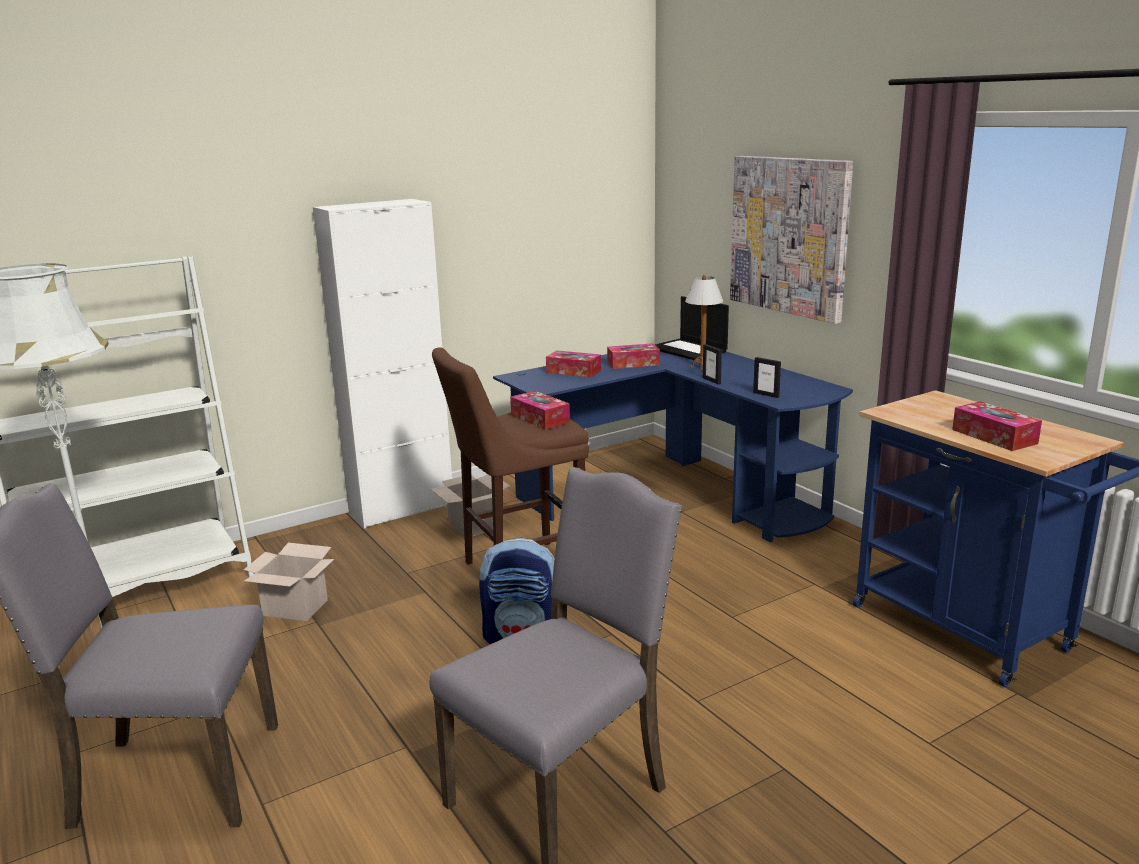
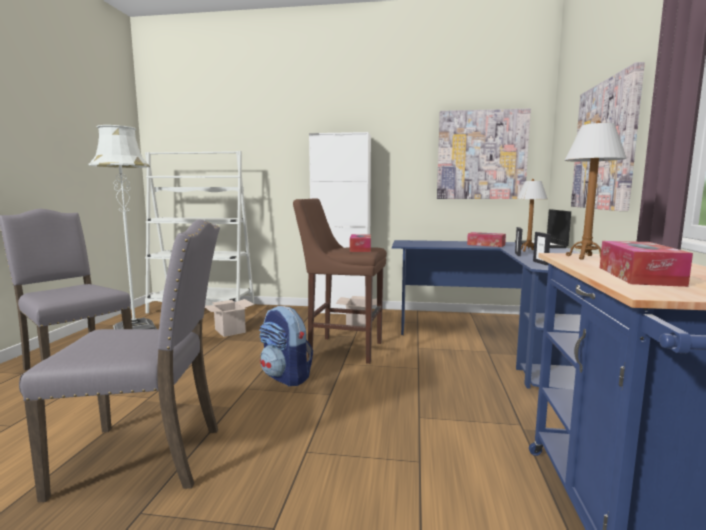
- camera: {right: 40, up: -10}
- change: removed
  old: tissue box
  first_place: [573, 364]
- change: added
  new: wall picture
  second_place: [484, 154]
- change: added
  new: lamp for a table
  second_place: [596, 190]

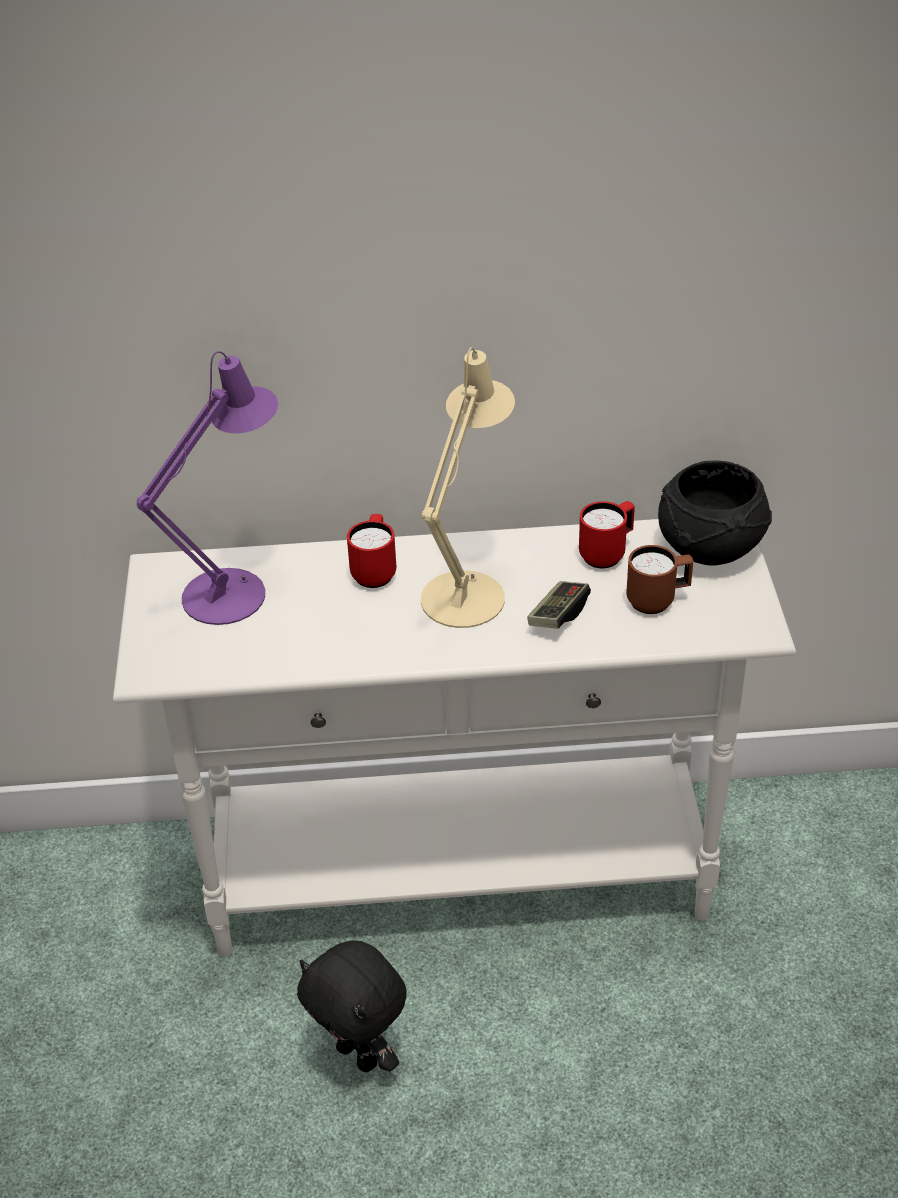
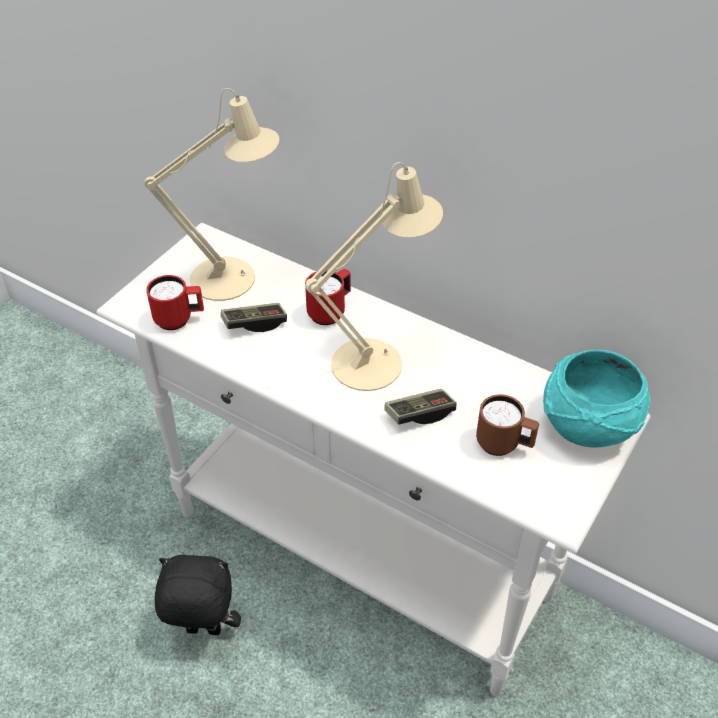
- camera: {right: 35, up: 5}
- change: recoloured
  old: lamp for a table/purple-coloured
  new: lamp for a table/sand-coloured
  first_place: [207, 488]
  second_place: [212, 194]
- change: turned
  old: soft toy/black
  first_place: [352, 1006]
  second_place: [198, 595]
  degrees: 105
- change: moved
  old: tea mug/reddish
  first_place: [607, 534]
  second_place: [175, 302]
- change: recoloured
  old: deep dish/black
  new: deep dish/turquoise-coloured
  first_place: [715, 513]
  second_place: [596, 398]
- change: added
  new: game controller
  second_place: [254, 317]

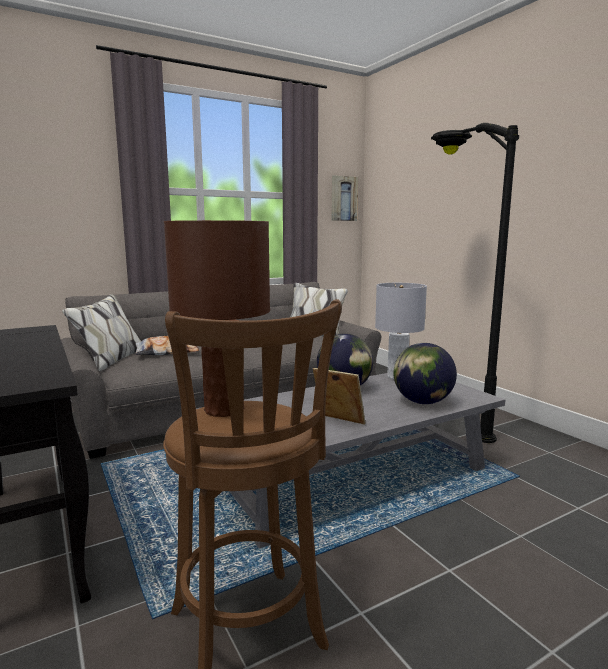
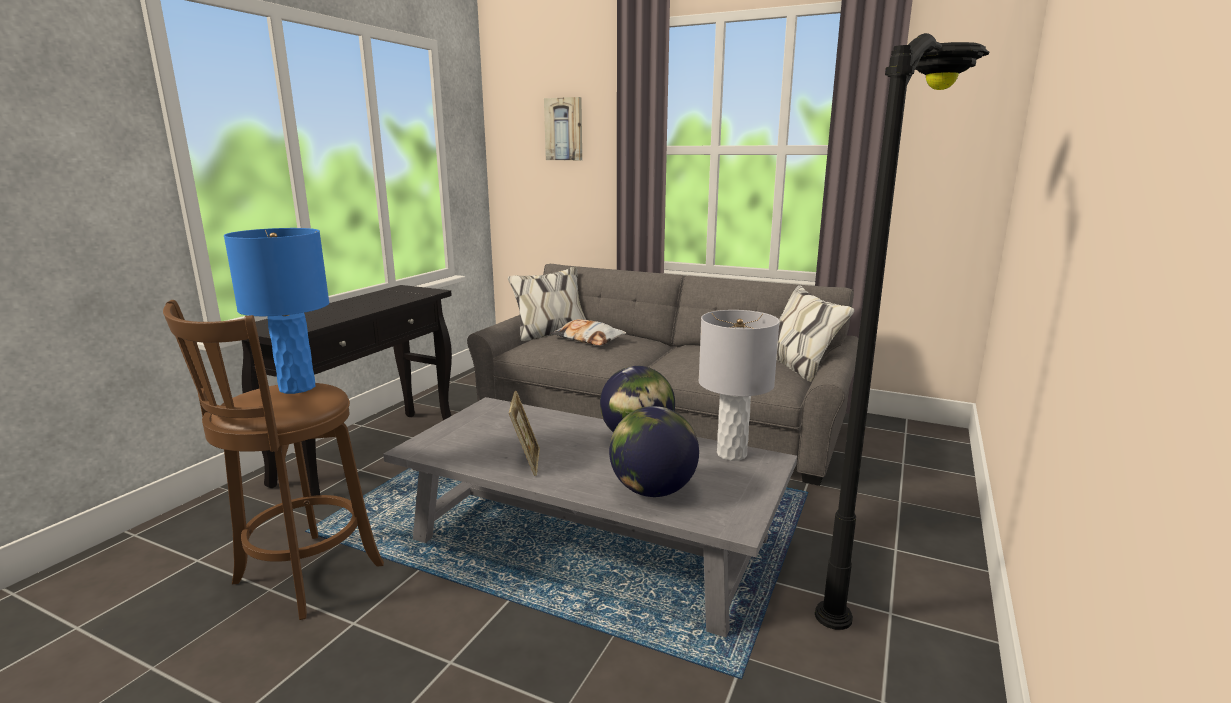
- camera: {right: 55, up: 5}
- change: recoloured
  old: lamp for a table/brownish
  new: lamp for a table/blue-coloured
  first_place: [217, 318]
  second_place: [276, 311]
- change: moved
  old: wall picture
  first_place: [345, 198]
  second_place: [563, 128]

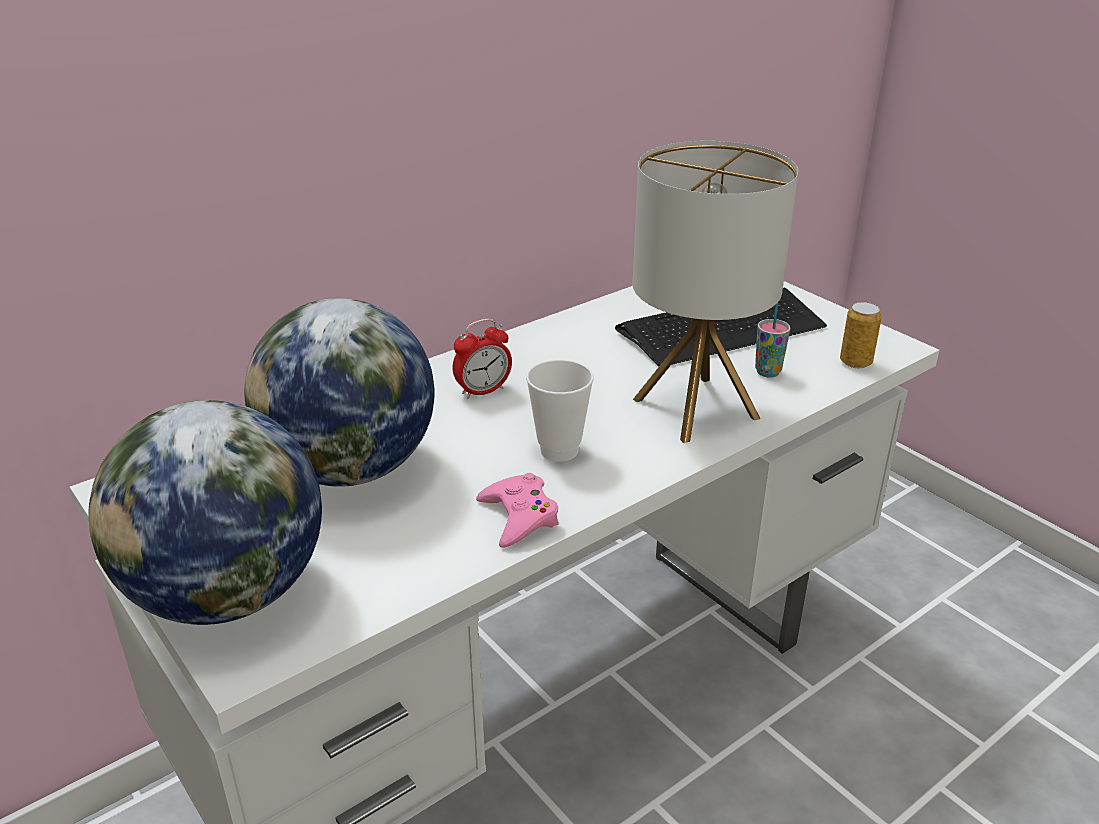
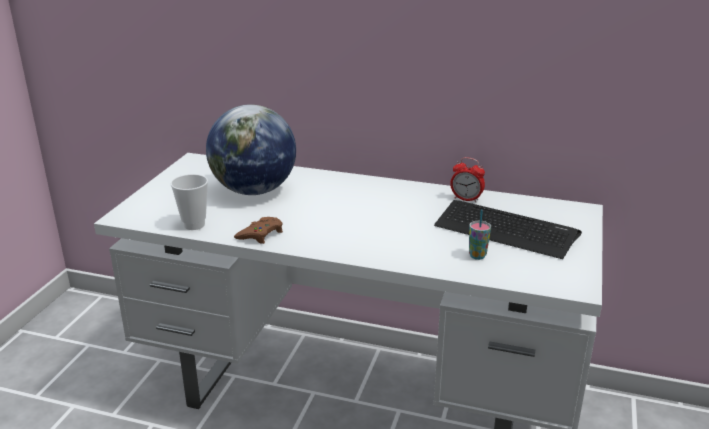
- camera: {right: 55, up: -5}
- change: removed
  old: world globe
  first_place: [205, 512]
- change: moved
  old: bedside clock
  first_place: [482, 359]
  second_place: [467, 180]
- change: recoloured
  old: game controller/pink-coloured
  new: game controller/brownish
  first_place: [517, 510]
  second_place: [258, 230]
- change: moved
  old: small cup
  first_place: [560, 410]
  second_place: [189, 202]
- change: removed
  old: lamp for a table
  first_place: [715, 292]
- change: removed
  old: sealed can
  first_place: [861, 335]

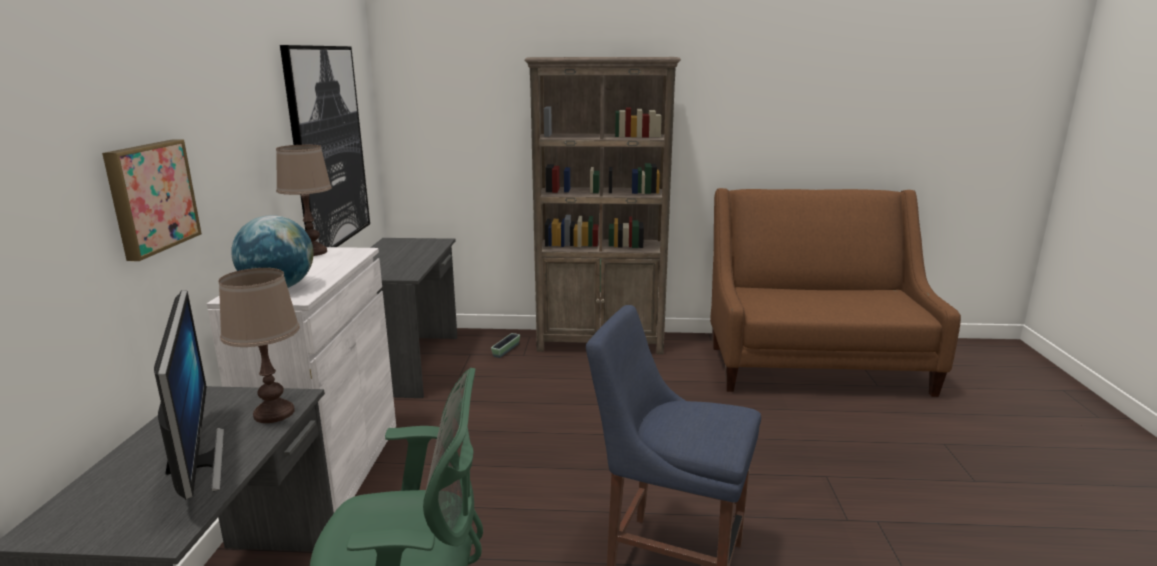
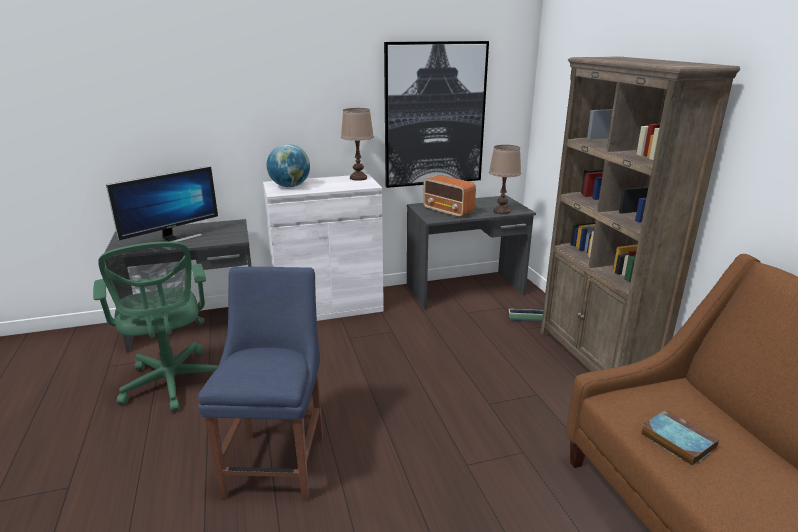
- camera: {right: 70, up: 5}
- change: removed
  old: wall picture
  first_place: [152, 200]
- change: moved
  old: lamp for a table/brownish
  first_place: [259, 345]
  second_place: [505, 179]
- change: added
  new: radio receiver
  second_place: [449, 196]
- change: added
  new: bound book
  second_place: [680, 438]

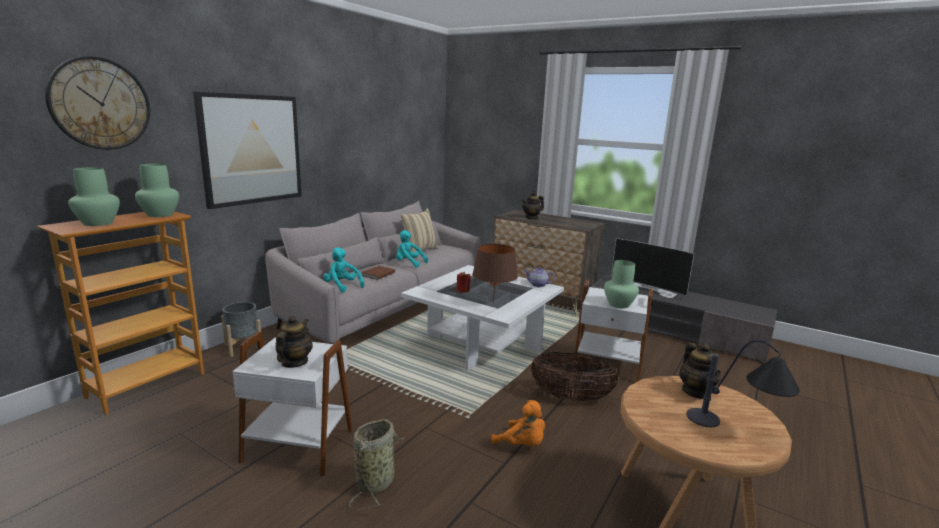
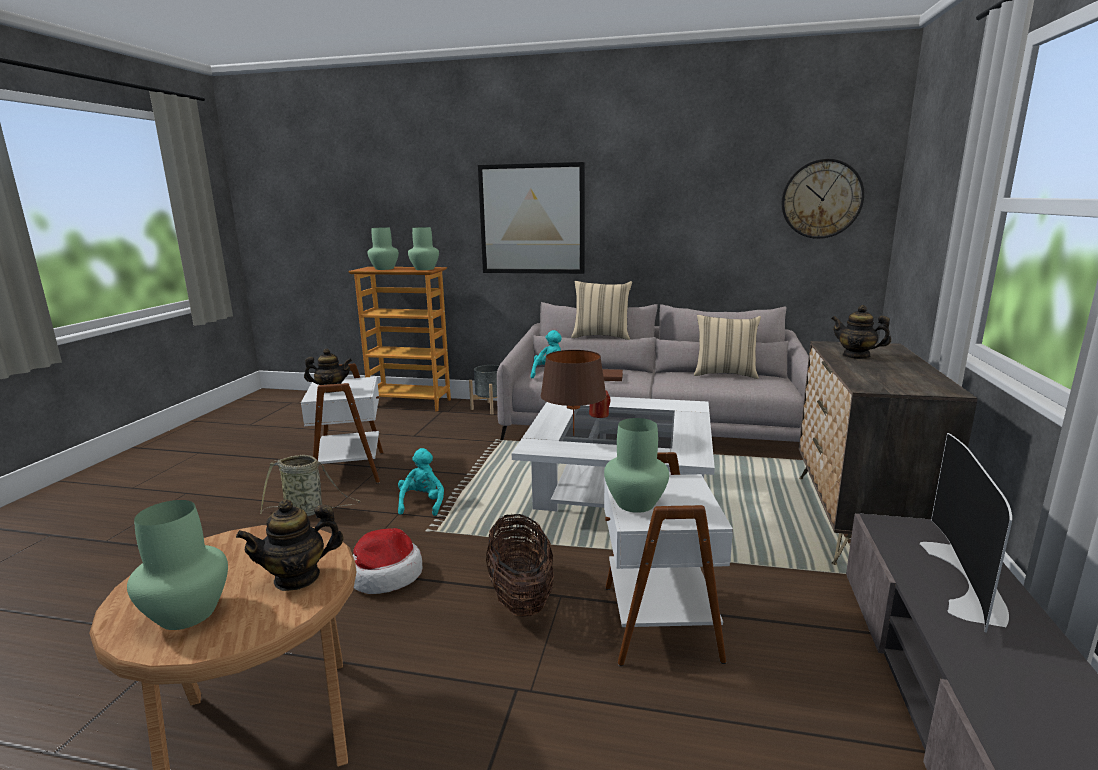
- camera: {right: 70, up: 0}
- change: moved
  old: hanging clock
  first_place: [97, 103]
  second_place: [823, 199]
- change: moved
  old: soft toy/turquoise-coloured
  first_place: [412, 248]
  second_place: [421, 482]
- change: replaced
  old: soft toy/orangey
  new: clothing hat
  first_place: [518, 423]
  second_place: [388, 561]
- change: removed
  old: tea pot
  first_place: [539, 277]
- change: replaced
  old: lamp for a table
  new: decorative vase/green-coloured
  first_place: [743, 383]
  second_place: [177, 565]
- change: added
  new: throw pillow/sand-coloured
  second_place: [601, 310]

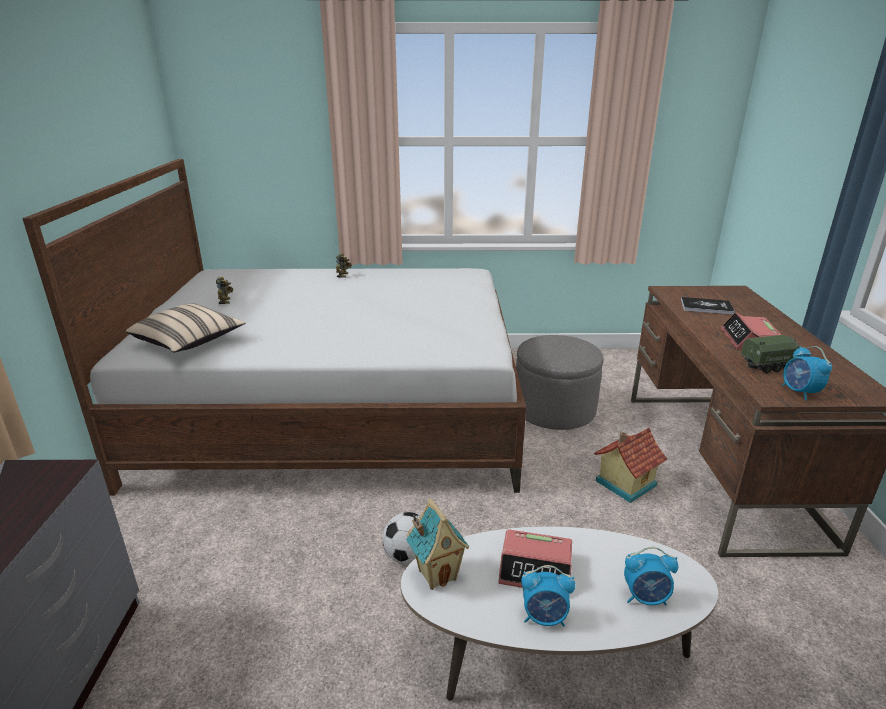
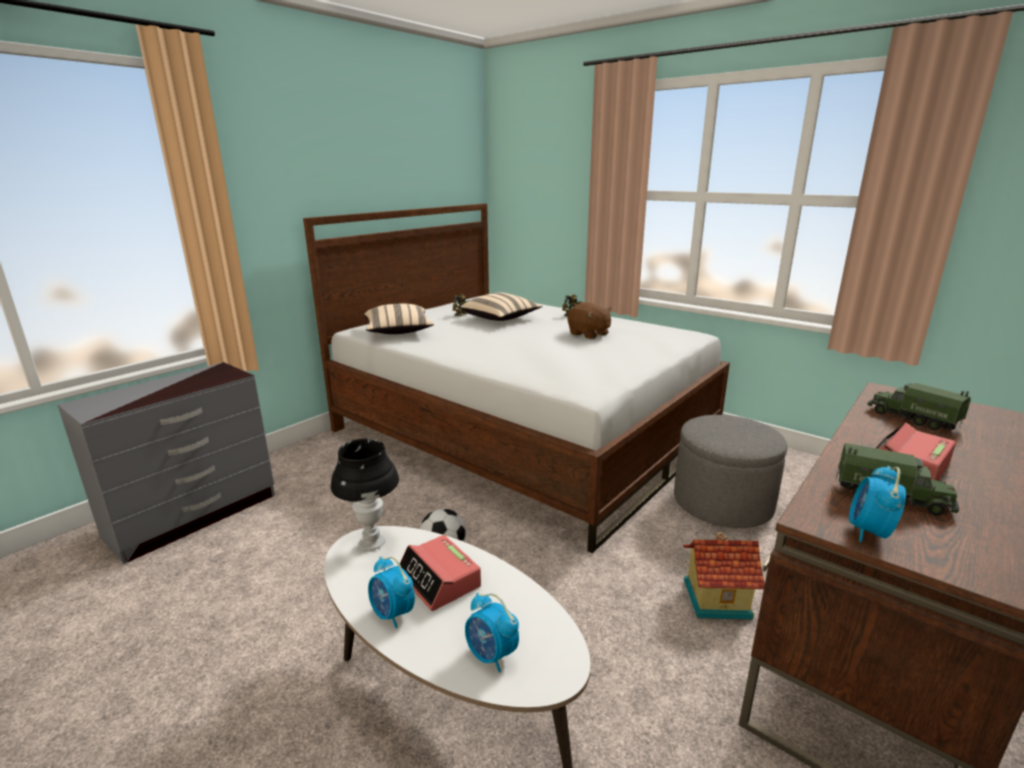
- camera: {right: 40, up: -5}
- change: replaced
  old: miniature house
  new: lamp for a table/black
  first_place: [437, 544]
  second_place: [365, 494]
- change: replaced
  old: bound book
  new: model truck
  first_place: [708, 306]
  second_place: [919, 406]
- change: added
  new: throw pillow/sand-coloured
  second_place: [501, 306]
- change: added
  new: soft toy/brownish
  second_place: [590, 320]

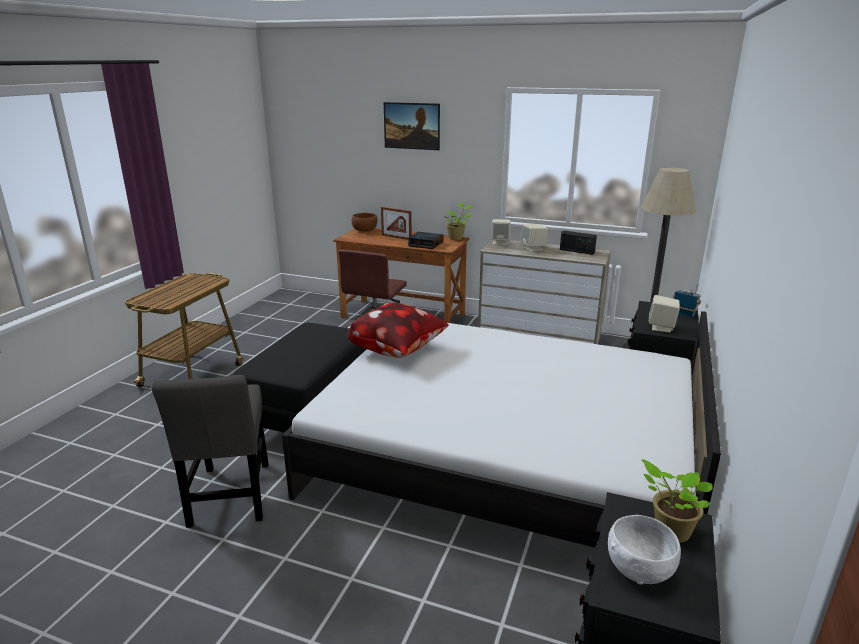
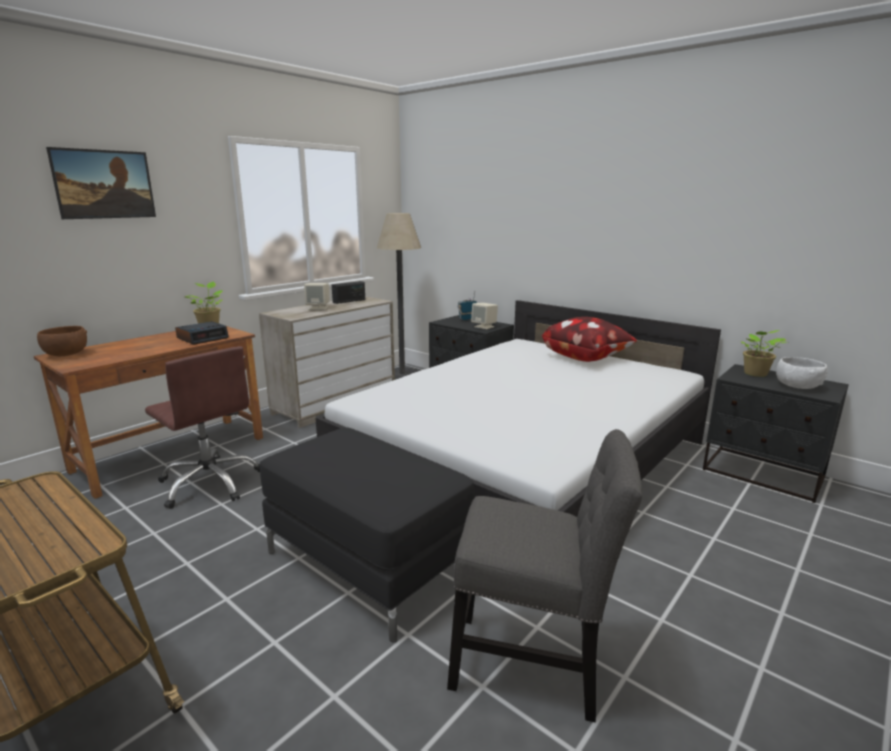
- camera: {right: -70, up: -5}
- change: moved
  old: throw pillow
  first_place: [398, 330]
  second_place: [589, 339]
- change: removed
  old: standing frame
  first_place: [396, 223]
- change: removed
  old: loudspeaker/sand-coloured
  first_place: [501, 232]

